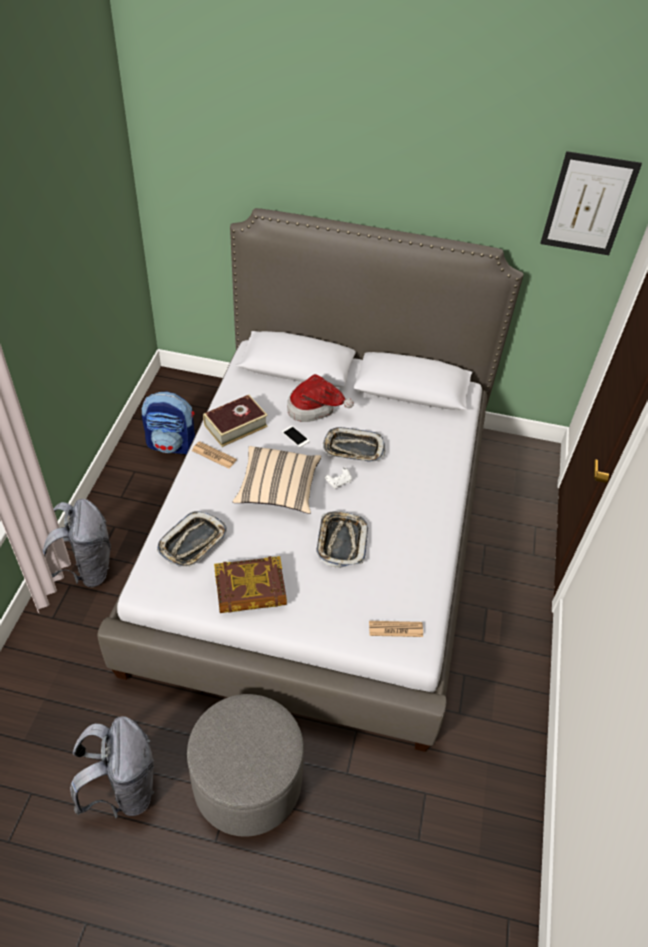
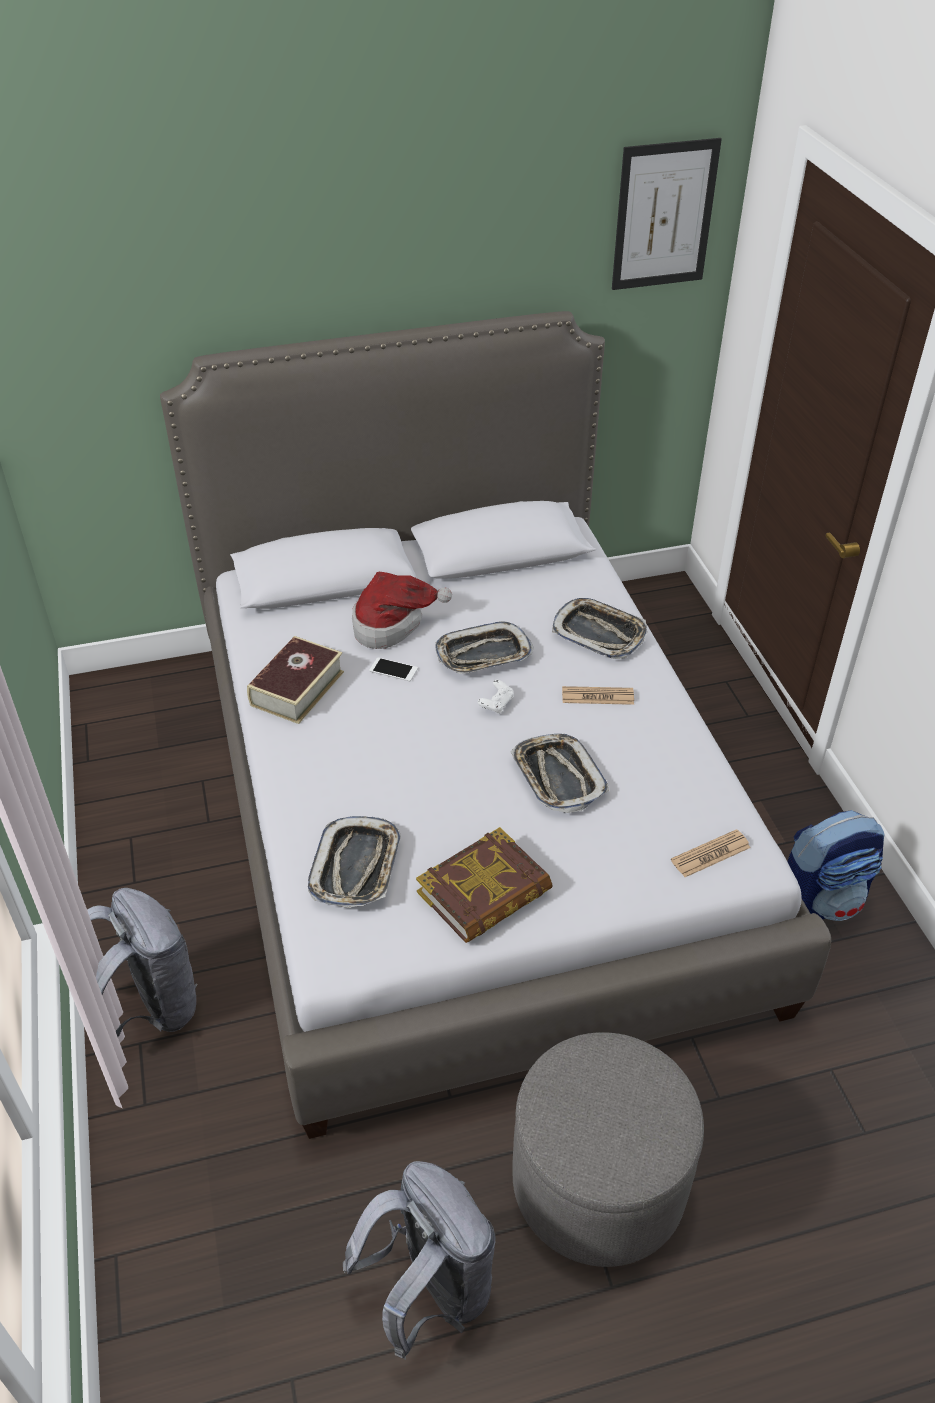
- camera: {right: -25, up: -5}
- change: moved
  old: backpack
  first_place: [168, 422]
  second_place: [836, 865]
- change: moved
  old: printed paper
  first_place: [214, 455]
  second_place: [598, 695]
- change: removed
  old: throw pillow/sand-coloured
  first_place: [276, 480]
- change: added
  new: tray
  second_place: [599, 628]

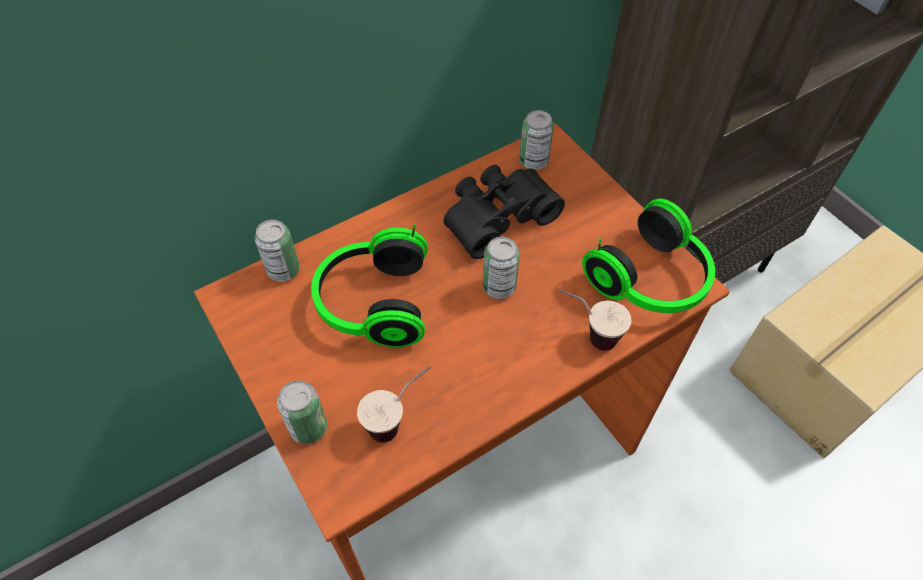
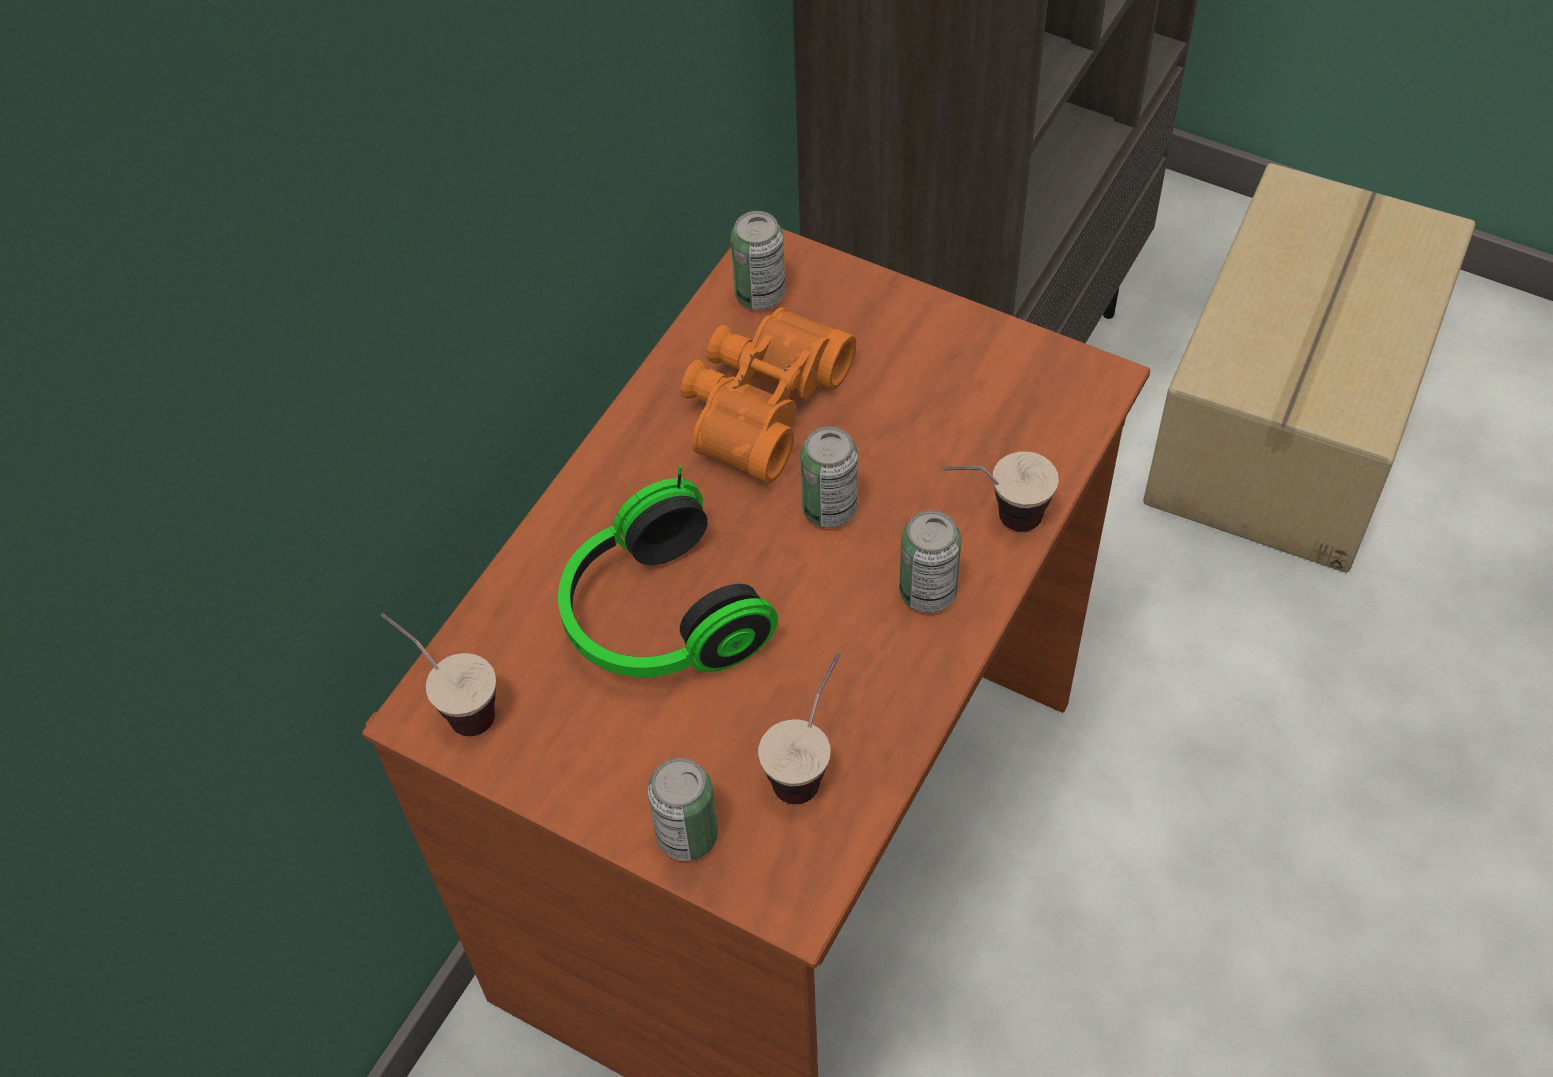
- camera: {right: -25, up: 0}
- change: moved
  old: sealed can
  first_place: [277, 250]
  second_place: [930, 561]
- change: recoloured
  old: field glasses/black
  new: field glasses/orangey
  first_place: [504, 212]
  second_place: [768, 395]
- change: removed
  old: headphones
  first_place: [648, 256]
- change: added
  new: small cup
  second_place: [438, 674]

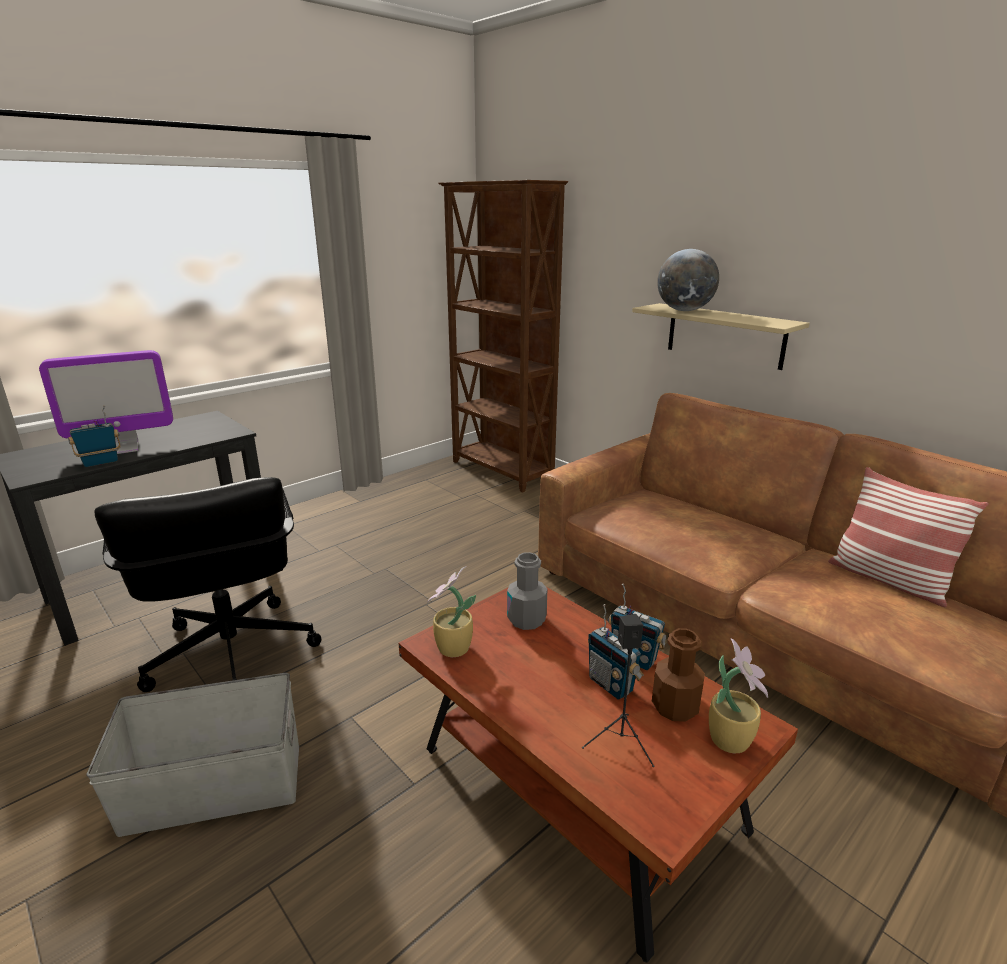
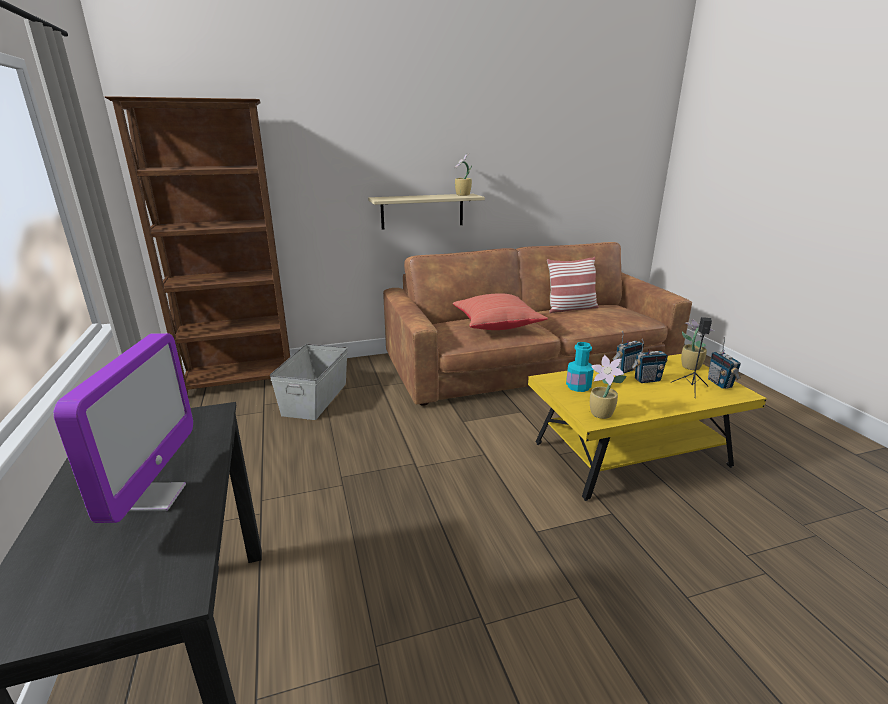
- camera: {right: -65, up: 0}
- change: moved
  old: radio receiver
  first_place: [94, 436]
  second_place: [724, 363]
- change: moved
  old: storage box/greyish
  first_place: [192, 755]
  second_place: [308, 382]
- change: removed
  old: computer chair/black
  first_place: [207, 584]
- change: recoloured
  old: low table/brownish
  new: low table/yellow
  first_place: [598, 775]
  second_place: [647, 427]
- change: recoloured
  old: drink bottle/greyish
  new: drink bottle/turquoise-coloured
  first_place: [527, 591]
  second_place: [580, 367]
- change: removed
  old: drink bottle/brownish
  first_place: [678, 675]
- change: removed
  old: world globe
  first_place: [688, 280]
- change: added
  new: throw pillow/reddish
  second_place: [500, 311]
- change: added
  new: potted plant
  second_place: [463, 174]

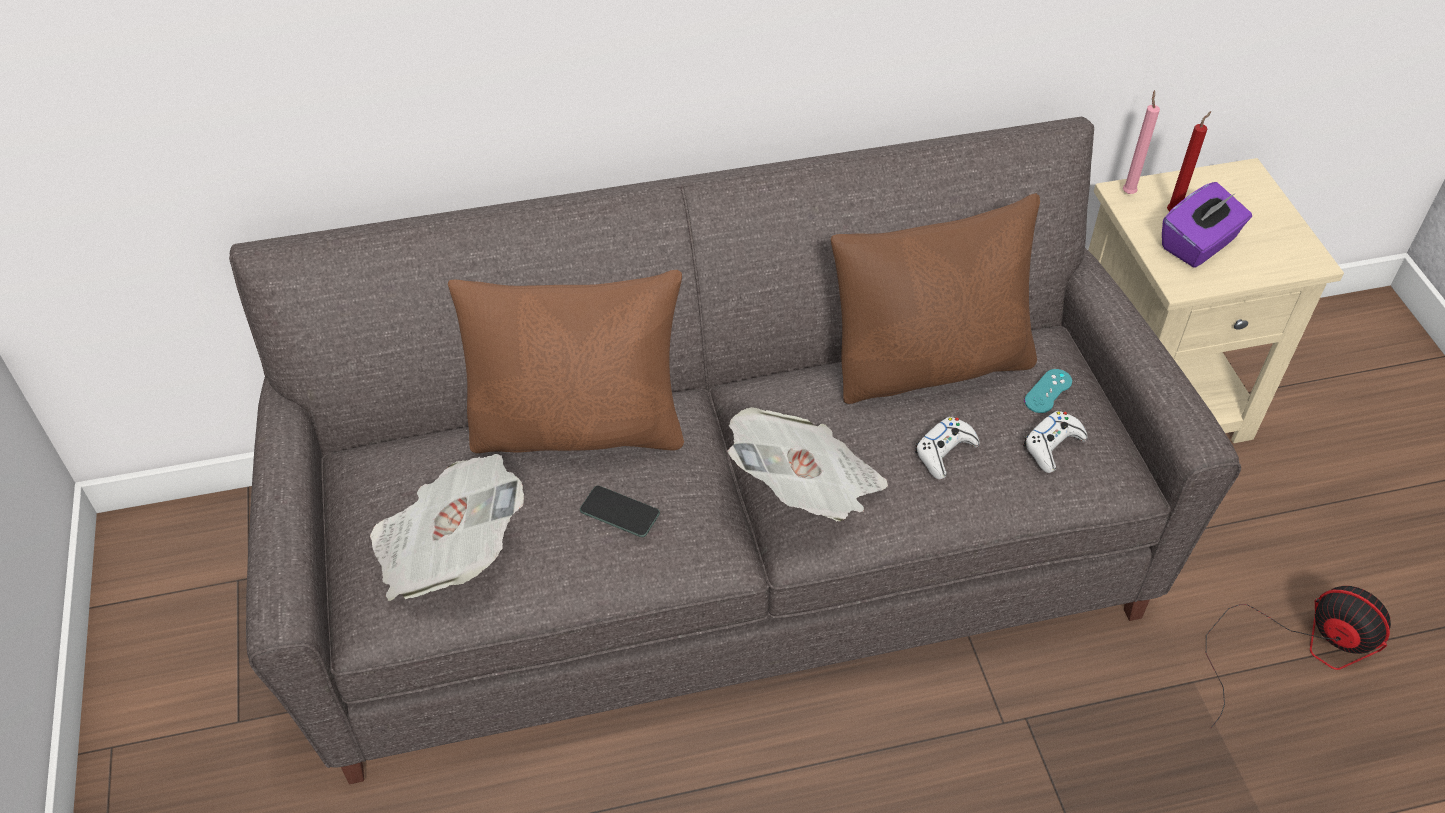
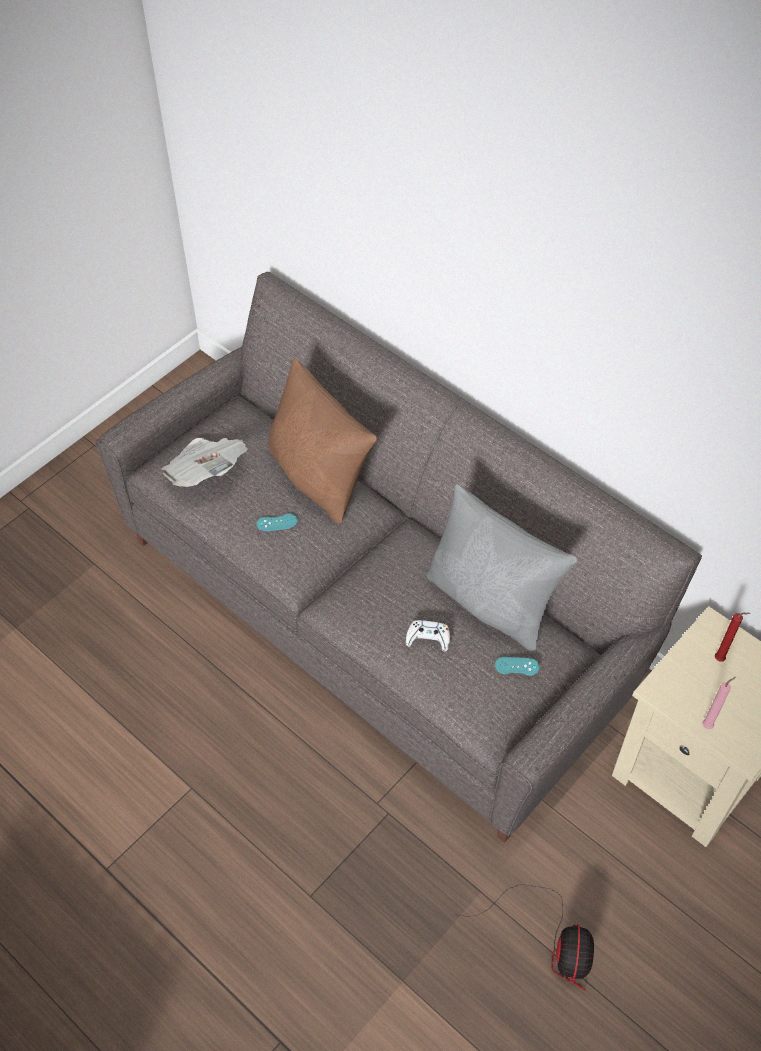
- camera: {right: 55, up: 5}
- change: replaced
  old: phone
  new: game controller/turquoise-coloured
  first_place: [620, 511]
  second_place: [277, 523]
- change: removed
  old: printed paper
  first_place: [807, 464]
- change: recoloured
  old: throw pillow/brownish
  new: throw pillow/greyish
  first_place: [935, 298]
  second_place: [502, 567]
- change: removed
  old: game controller/white-coloured
  first_place: [1055, 442]
- change: moved
  old: wax light/pink-coloured
  first_place: [1141, 142]
  second_place: [719, 703]
- change: removed
  old: tissue box/purple-coloured
  first_place: [1207, 225]

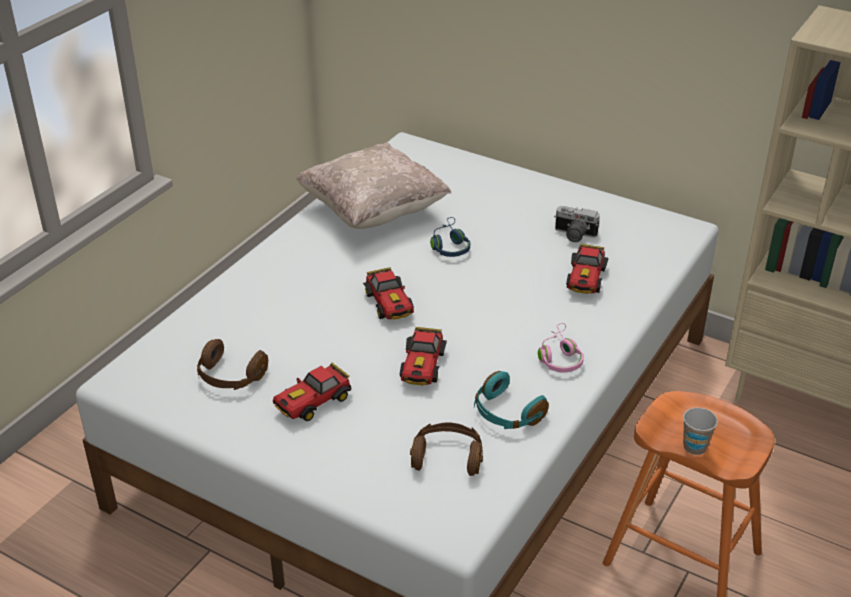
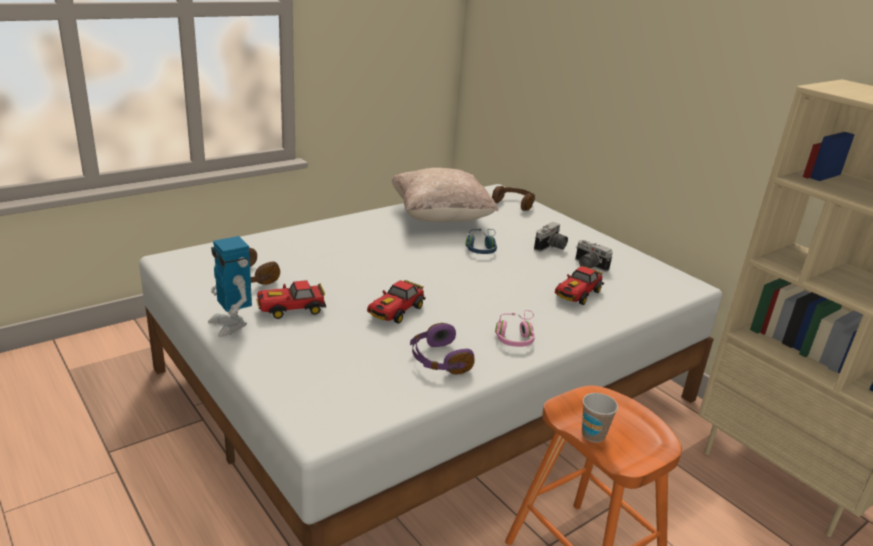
- camera: {right: 20, up: -10}
- change: removed
  old: model car
  first_place: [388, 293]
- change: moved
  old: headphones/brownish
  first_place: [446, 449]
  second_place: [513, 198]
- change: recoloured
  old: headphones/turquoise-coloured
  new: headphones/purple-coloured
  first_place: [511, 400]
  second_place: [442, 348]
- change: added
  new: robot figure
  second_place: [230, 286]
- change: added
  new: still camera
  second_place: [551, 237]

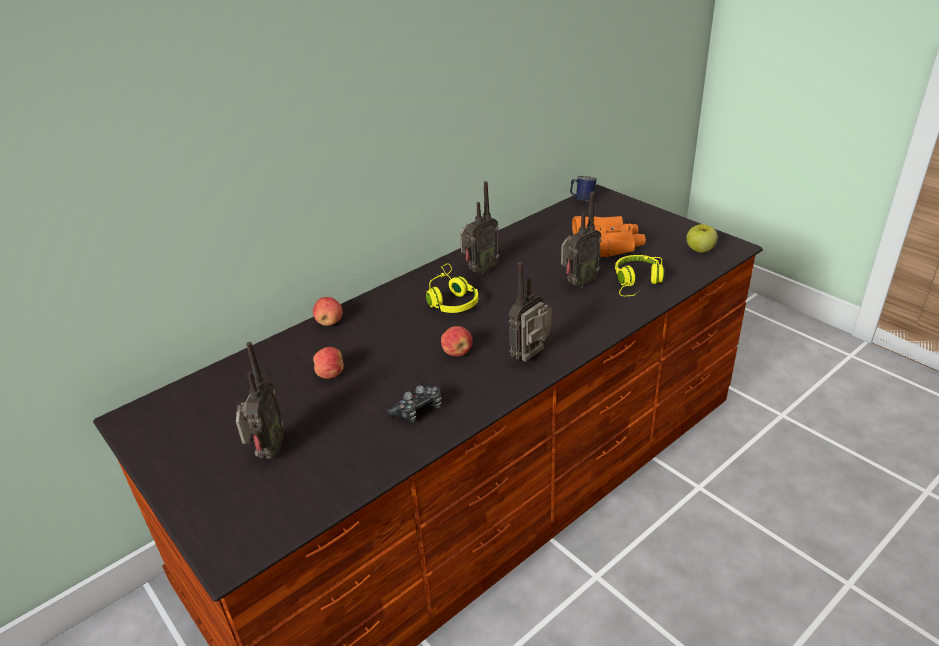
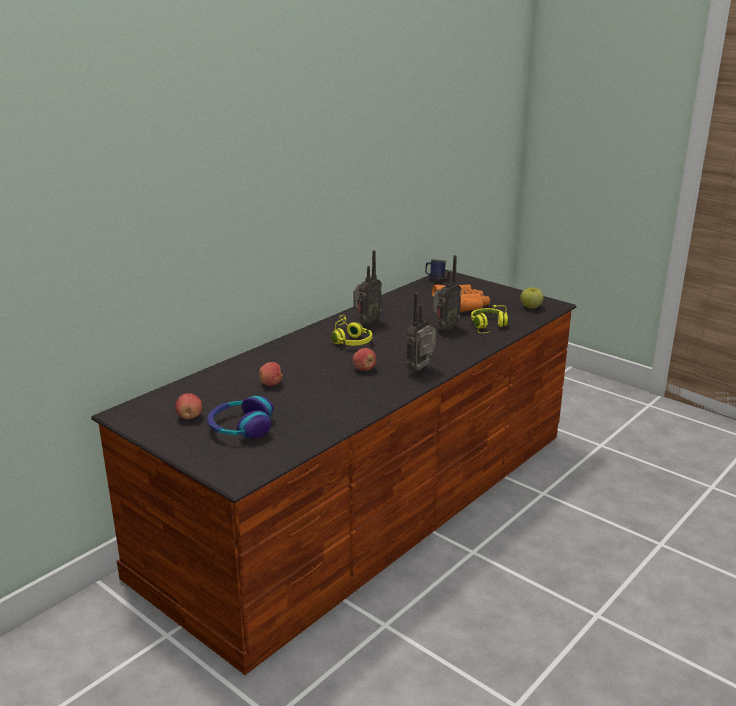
- camera: {right: -10, up: -10}
- change: replaced
  old: radio receiver
  new: headphones
  first_place: [260, 400]
  second_place: [240, 417]
- change: moved
  old: whole apple
  first_place: [328, 311]
  second_place: [188, 406]
- change: removed
  old: game controller
  first_place: [414, 403]

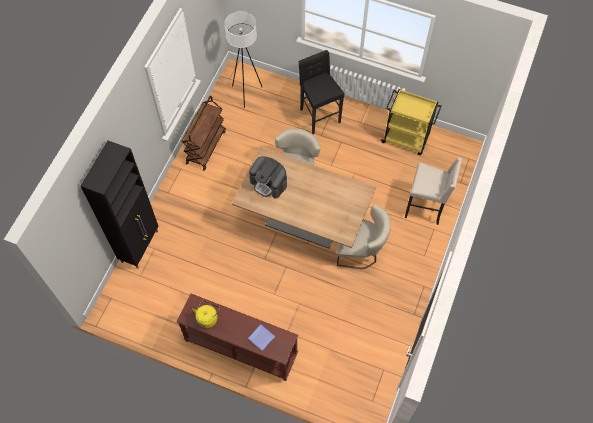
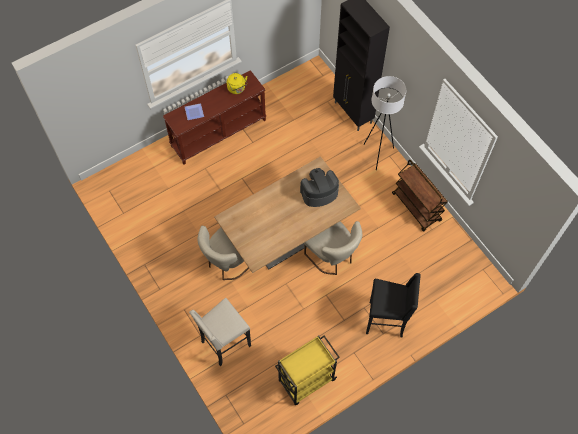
- camera: {right: 125, up: 0}
- change: moved
  old: standing lamp/white-coloured
  first_place: [243, 59]
  second_place: [385, 123]

